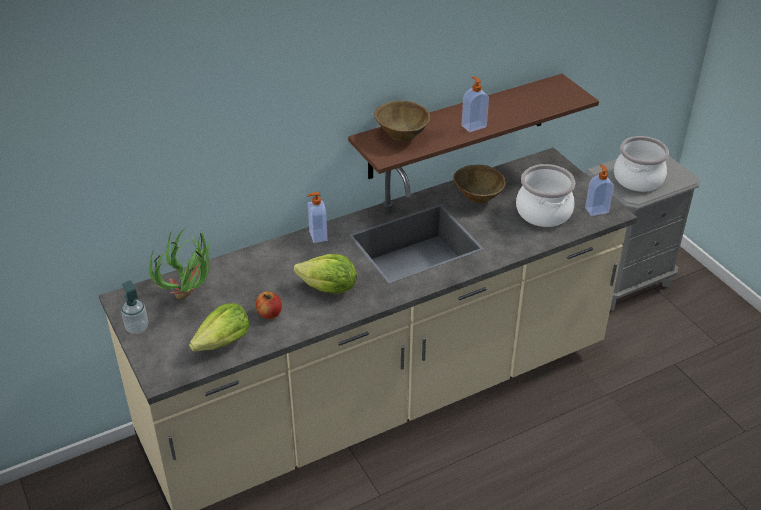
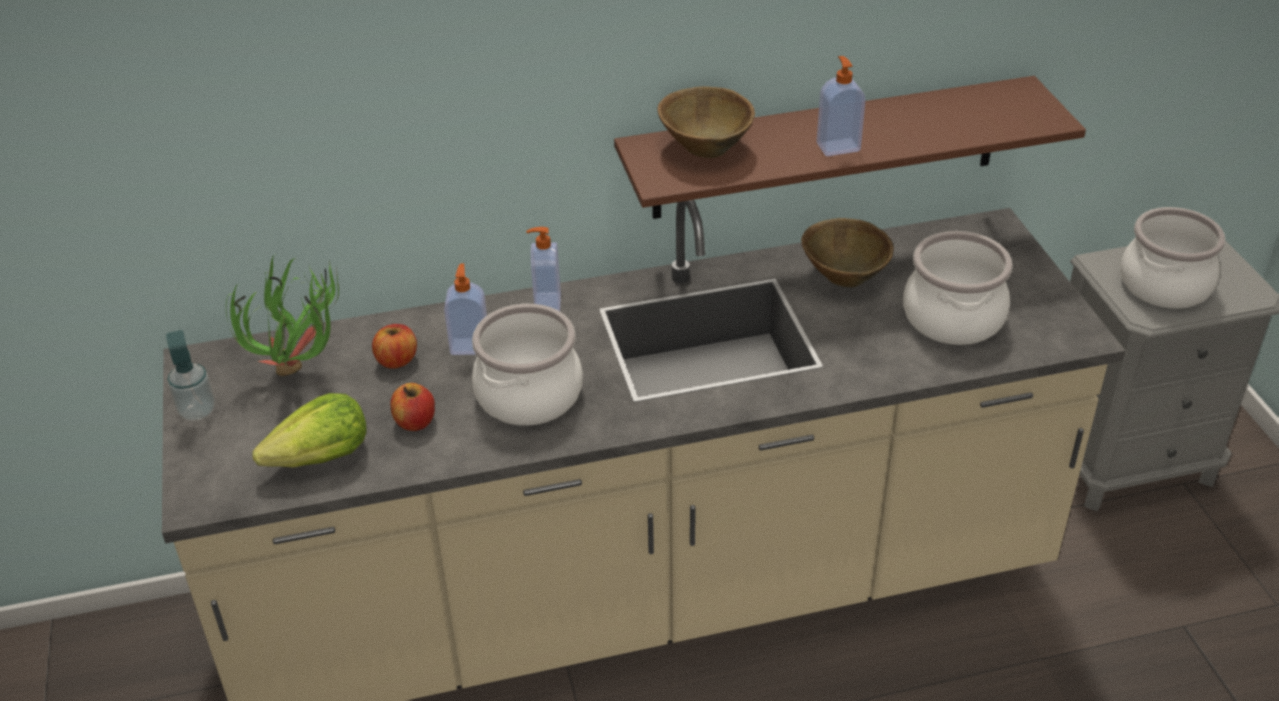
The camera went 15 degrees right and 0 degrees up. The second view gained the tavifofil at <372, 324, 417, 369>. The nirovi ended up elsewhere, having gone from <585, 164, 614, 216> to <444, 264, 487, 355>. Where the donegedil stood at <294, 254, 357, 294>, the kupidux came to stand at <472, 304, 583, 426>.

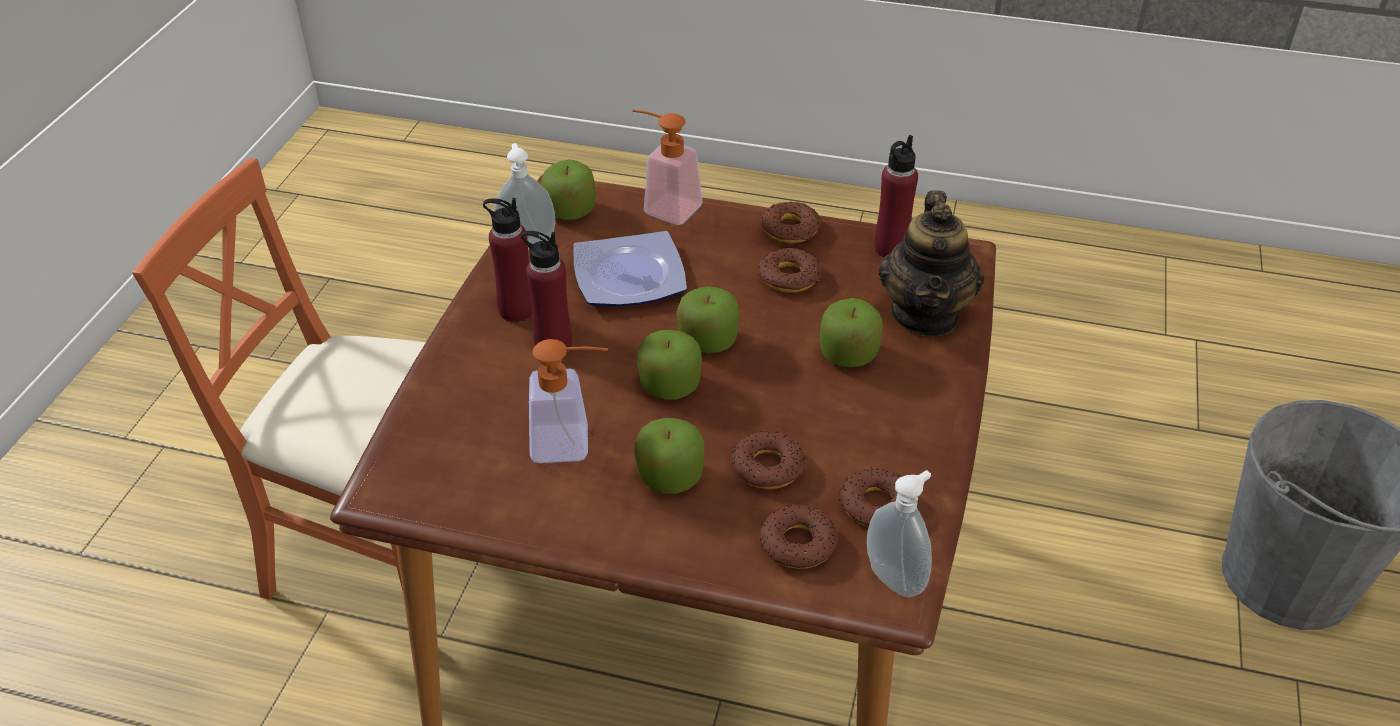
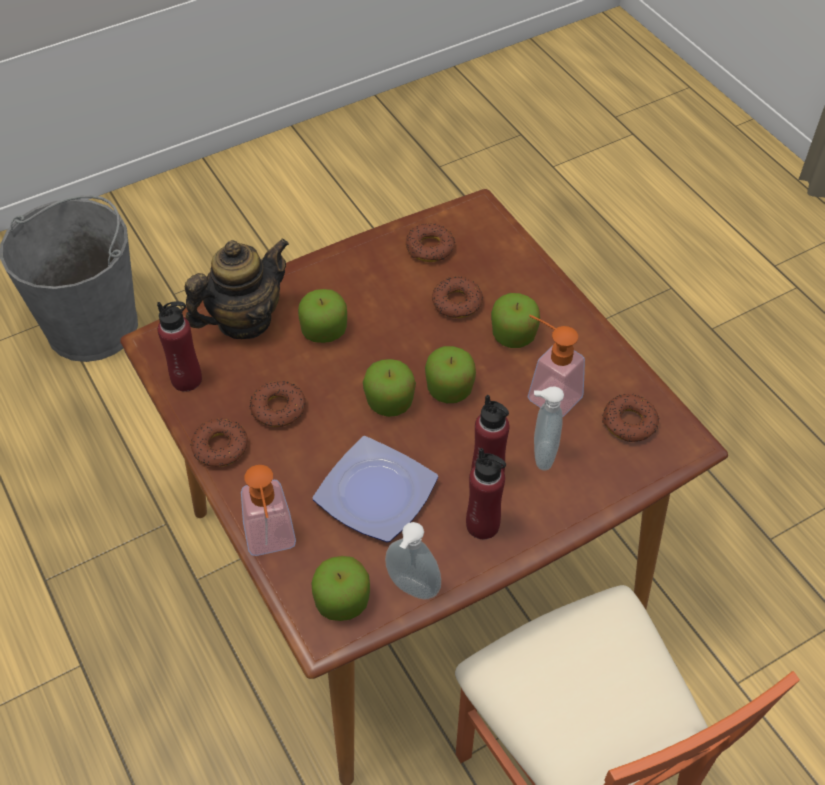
The camera went 135 degrees left and 10 degrees up. The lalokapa ended up elsewhere, having gone from <760, 505, 838, 569> to <602, 394, 659, 442>. The nirovi ended up elsewhere, having gone from <867, 470, 932, 597> to <534, 386, 564, 470>.

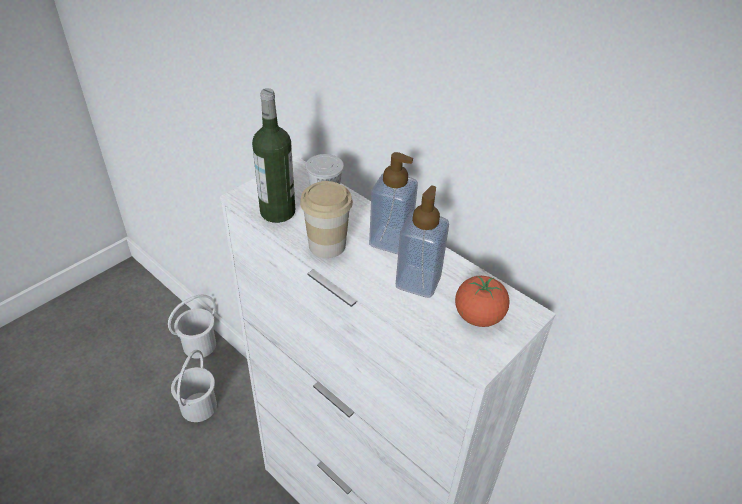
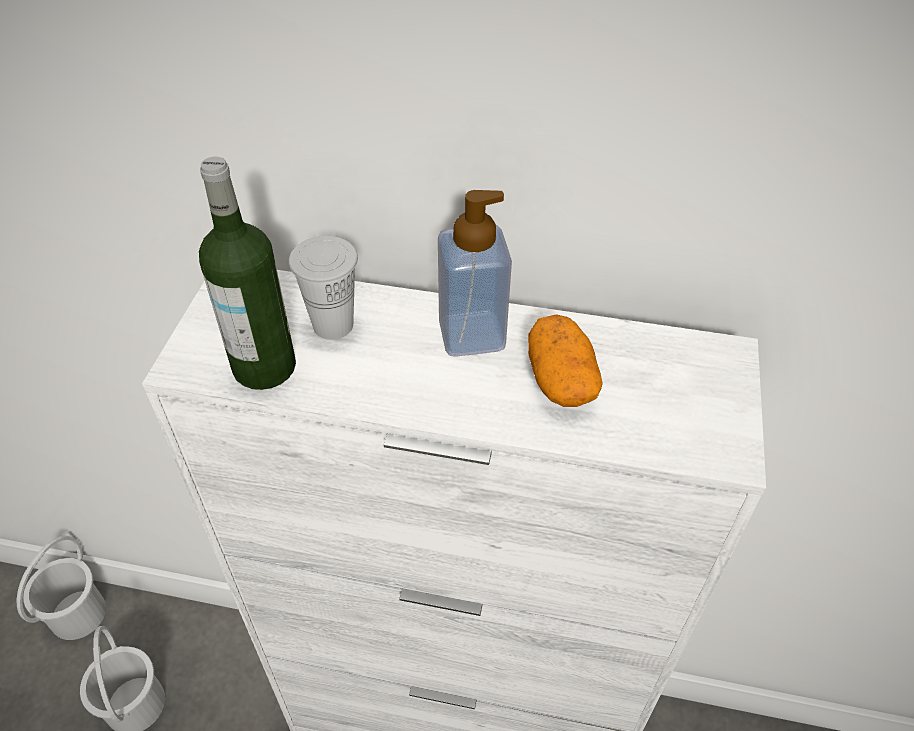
The camera went 30 degrees left and 5 degrees up. The second view lost the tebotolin at <300, 181, 353, 258>. The second view lost the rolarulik at <455, 276, 510, 327>. Where the nirovi stood at <396, 185, 449, 298>, the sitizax came to stand at <528, 314, 603, 407>.

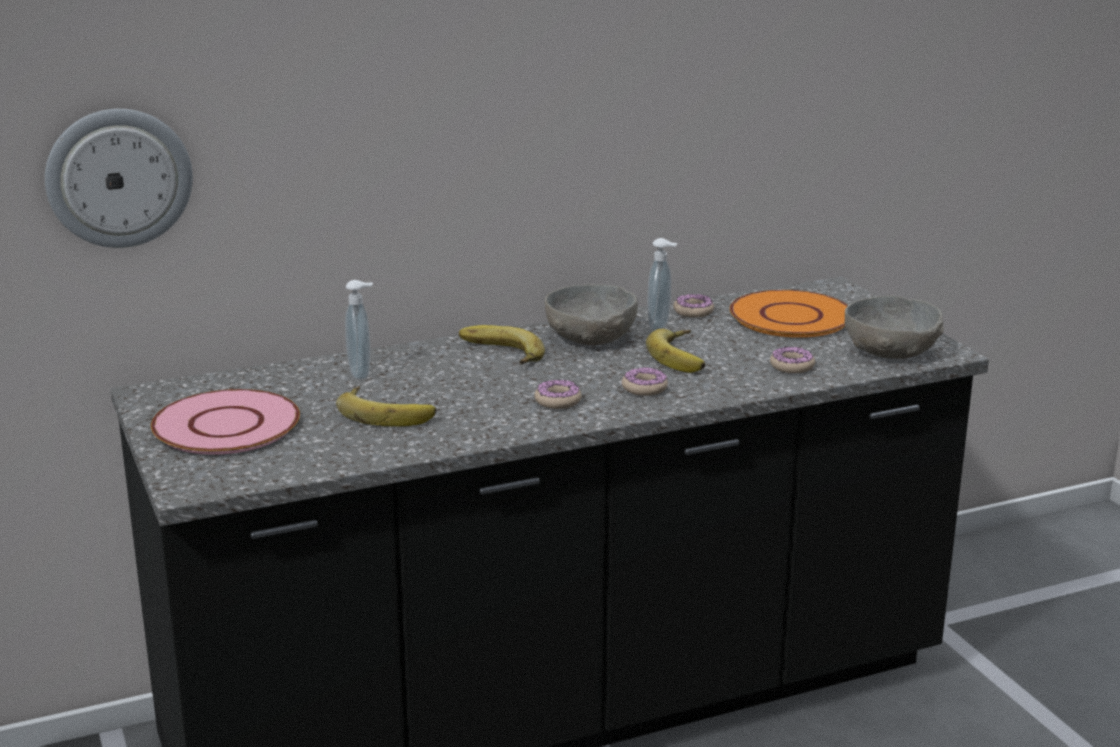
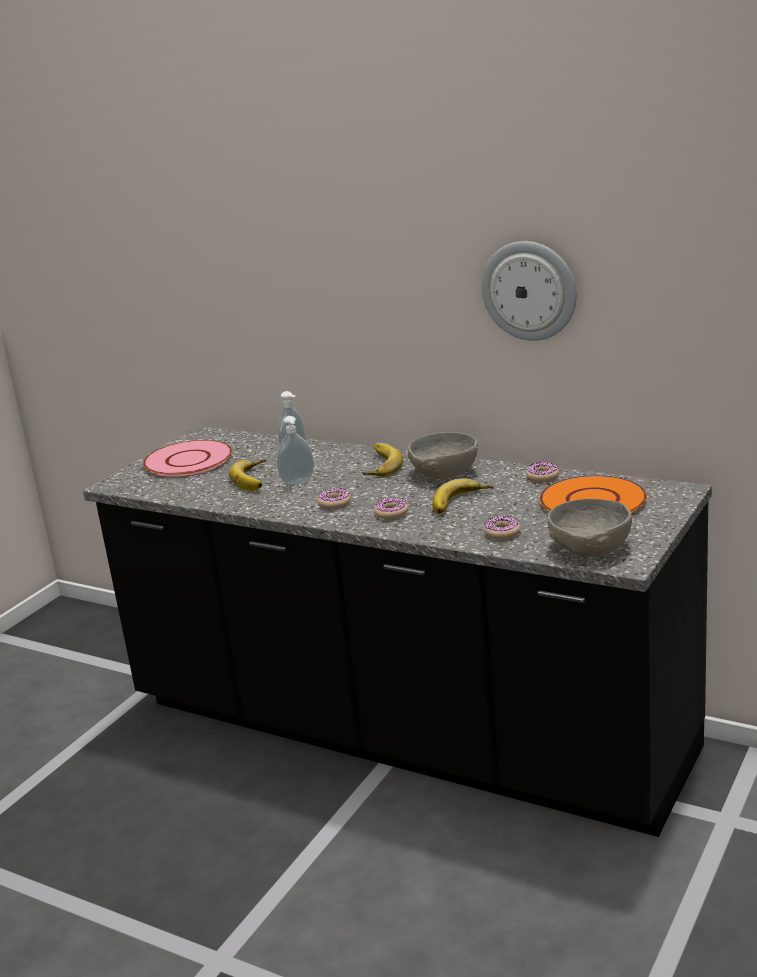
The camera went 55 degrees right and 0 degrees up. The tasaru ended up elsewhere, having gone from <45, 109, 193, 248> to <481, 241, 577, 341>. The nirovi ended up elsewhere, having gone from <647, 238, 678, 331> to <277, 416, 314, 485>.

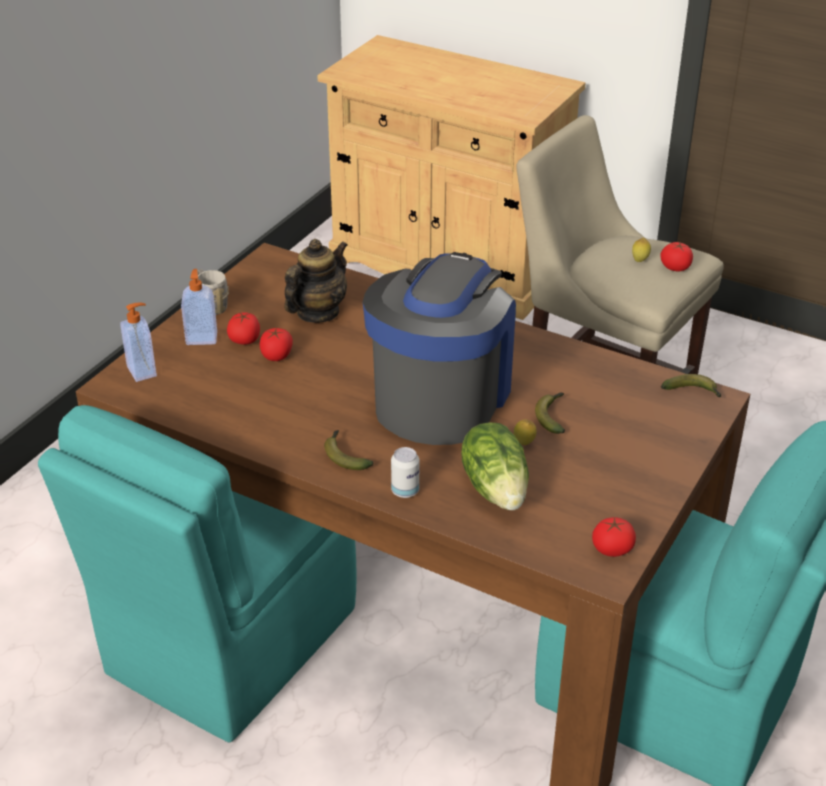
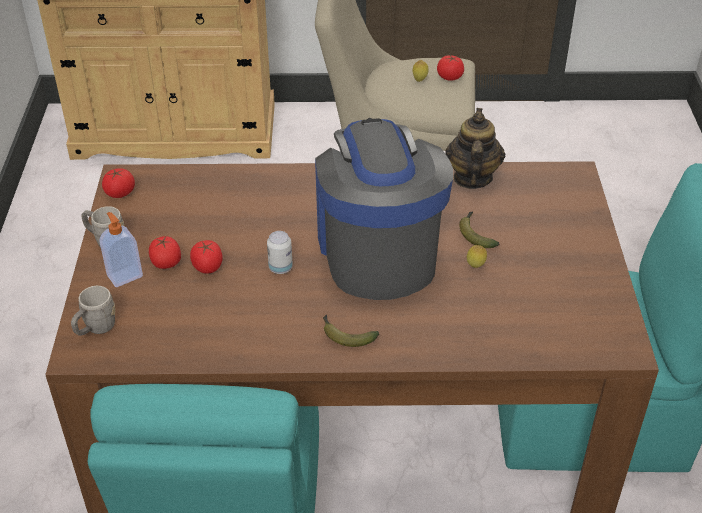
The camera went 30 degrees left and 5 degrees up. The second view lost the donegedil at <461, 422, 529, 510>. The second view lost the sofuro at <661, 374, 722, 398>. The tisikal ended up elsewhere, having gone from <284, 239, 348, 323> to <445, 108, 505, 189>. The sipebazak ended up elsewhere, having gone from <391, 447, 419, 498> to <267, 231, 293, 274>. The rolarulik ended up elsewhere, having gone from <592, 517, 636, 557> to <102, 168, 135, 198>. Where the nirovi stood at <120, 302, 157, 382>, the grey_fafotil came to stand at <71, 286, 115, 336>.

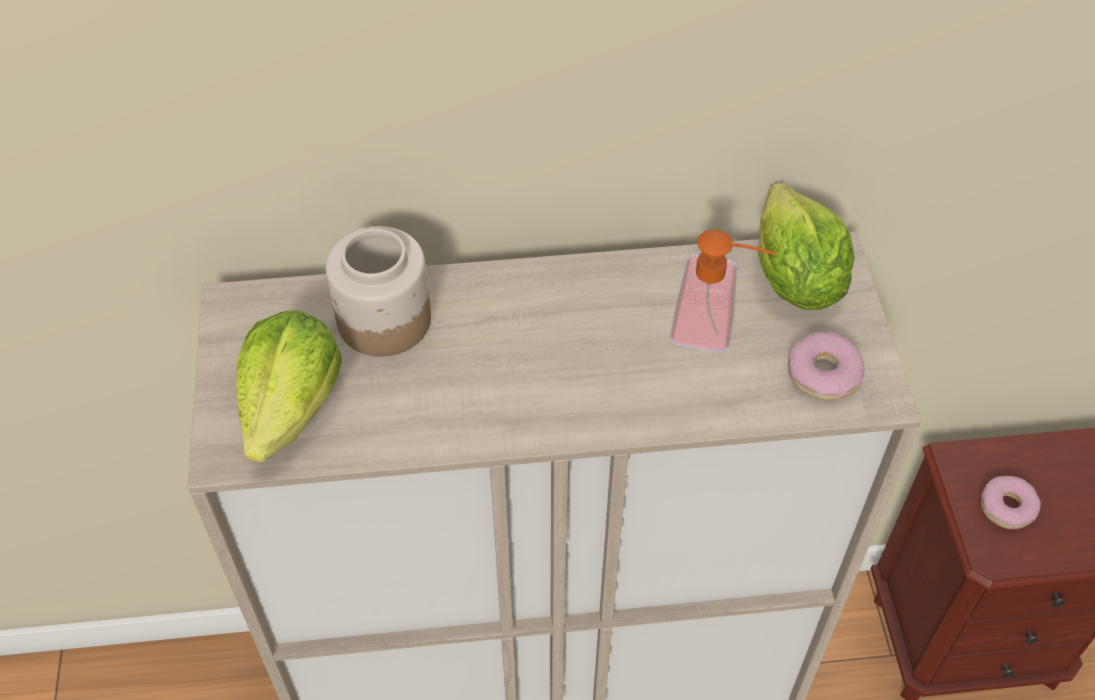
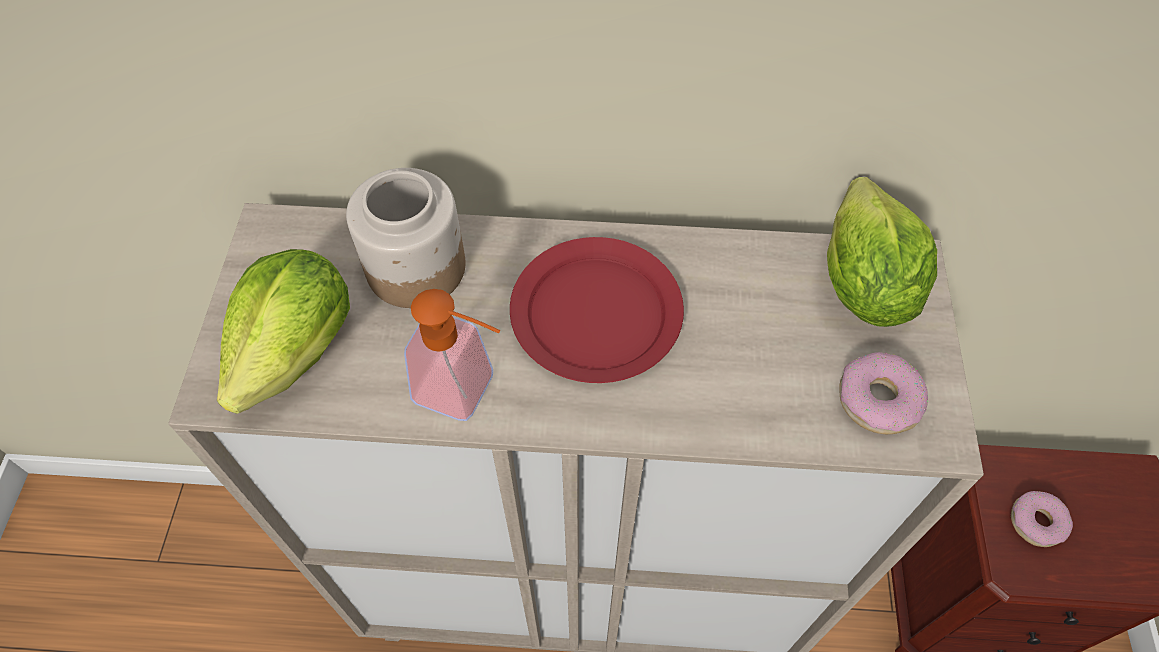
The camera went 10 degrees right and 5 degrees up. The second view gained the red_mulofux at <510, 237, 684, 383>. The nirovi ended up elsewhere, having gone from <670, 229, 775, 352> to <404, 289, 500, 421>.

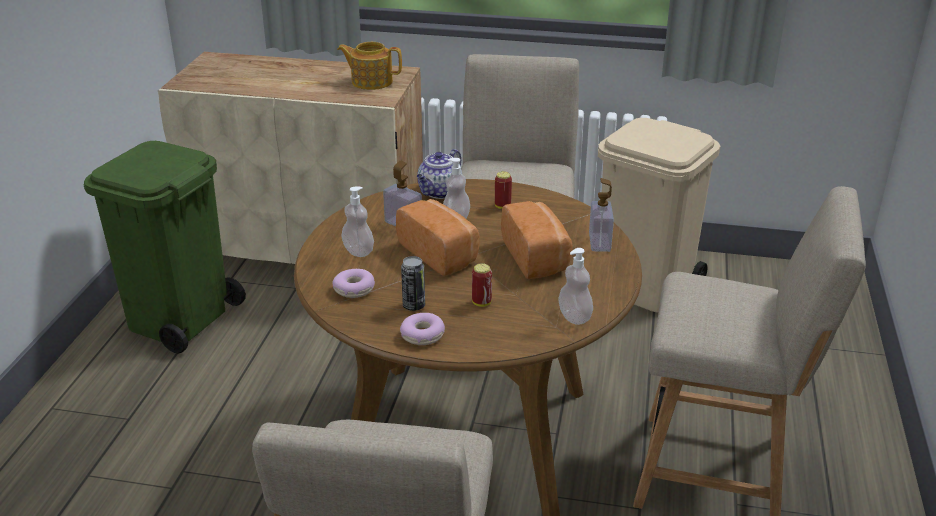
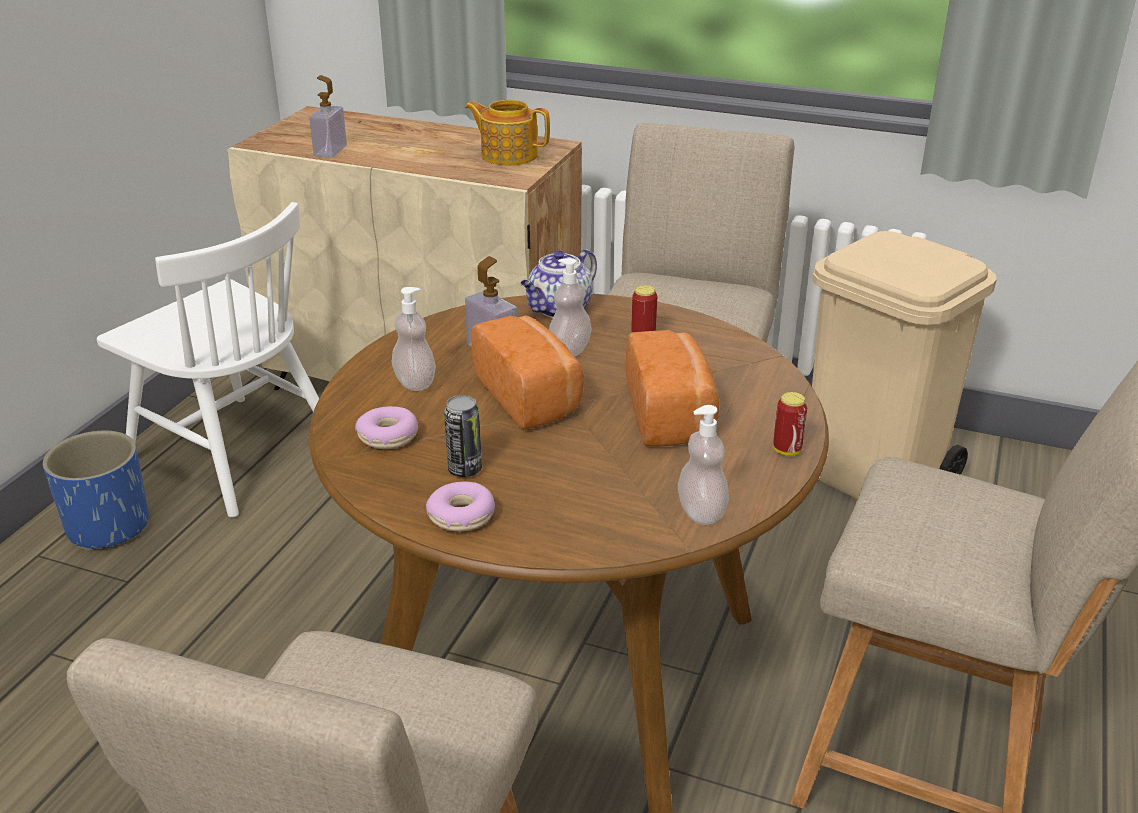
The camera went 10 degrees right and 0 degrees up. The second view gained the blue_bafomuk at <43, 430, 149, 551>. The sipebazak ended up elsewhere, having gone from <472, 263, 492, 307> to <773, 392, 808, 456>. The nirovi ended up elsewhere, having gone from <589, 178, 614, 252> to <309, 75, 347, 158>. Where the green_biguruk stood at <84, 141, 246, 354>, the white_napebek came to stand at <97, 202, 319, 518>.

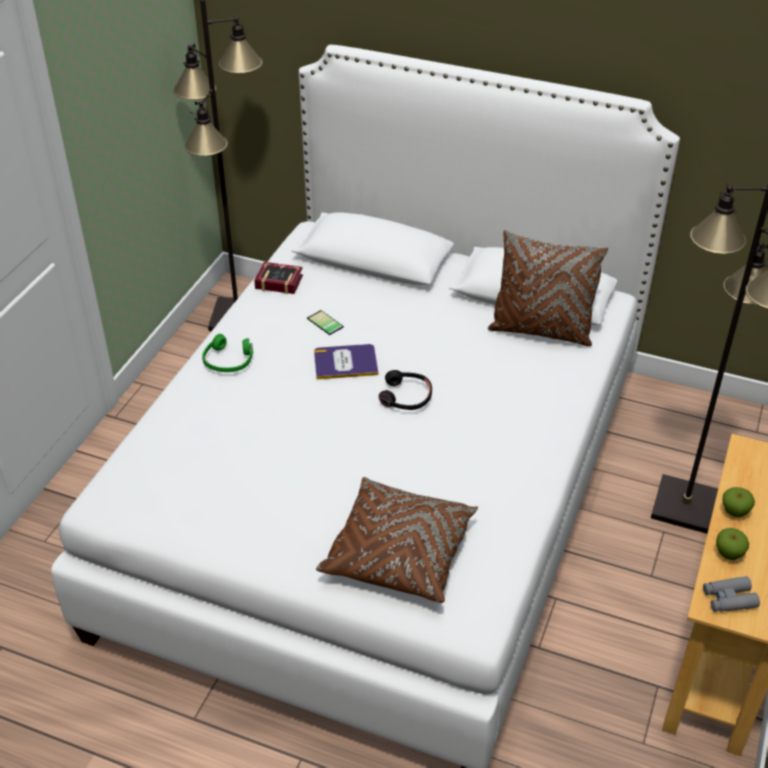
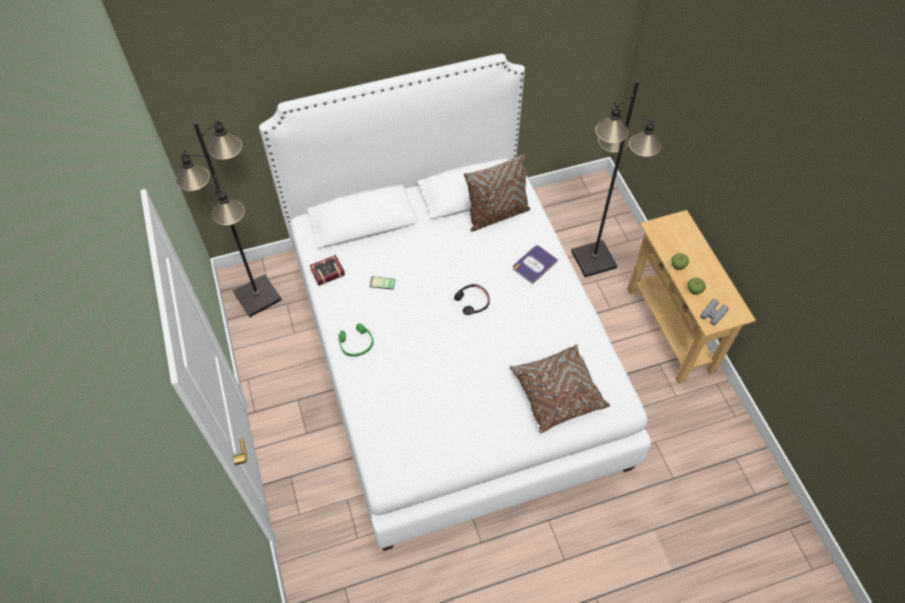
The camera went 40 degrees left and 15 degrees up. The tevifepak ended up elsewhere, having gone from <314, 344, 379, 380> to <513, 245, 558, 284>.

